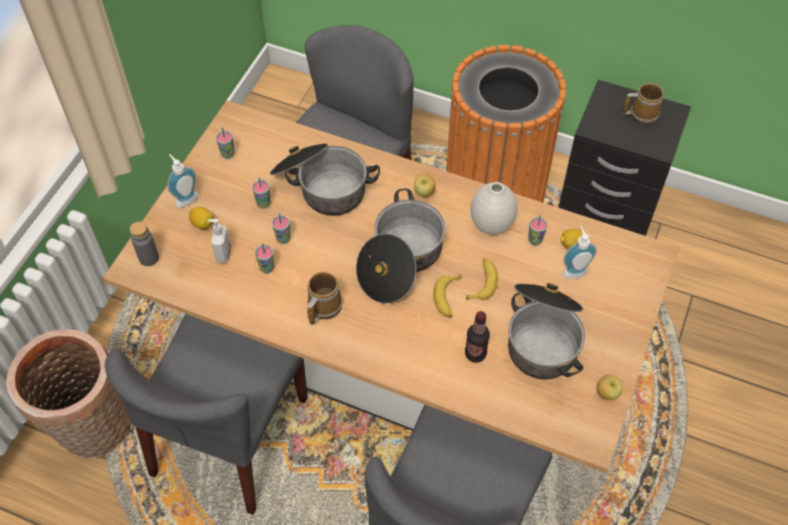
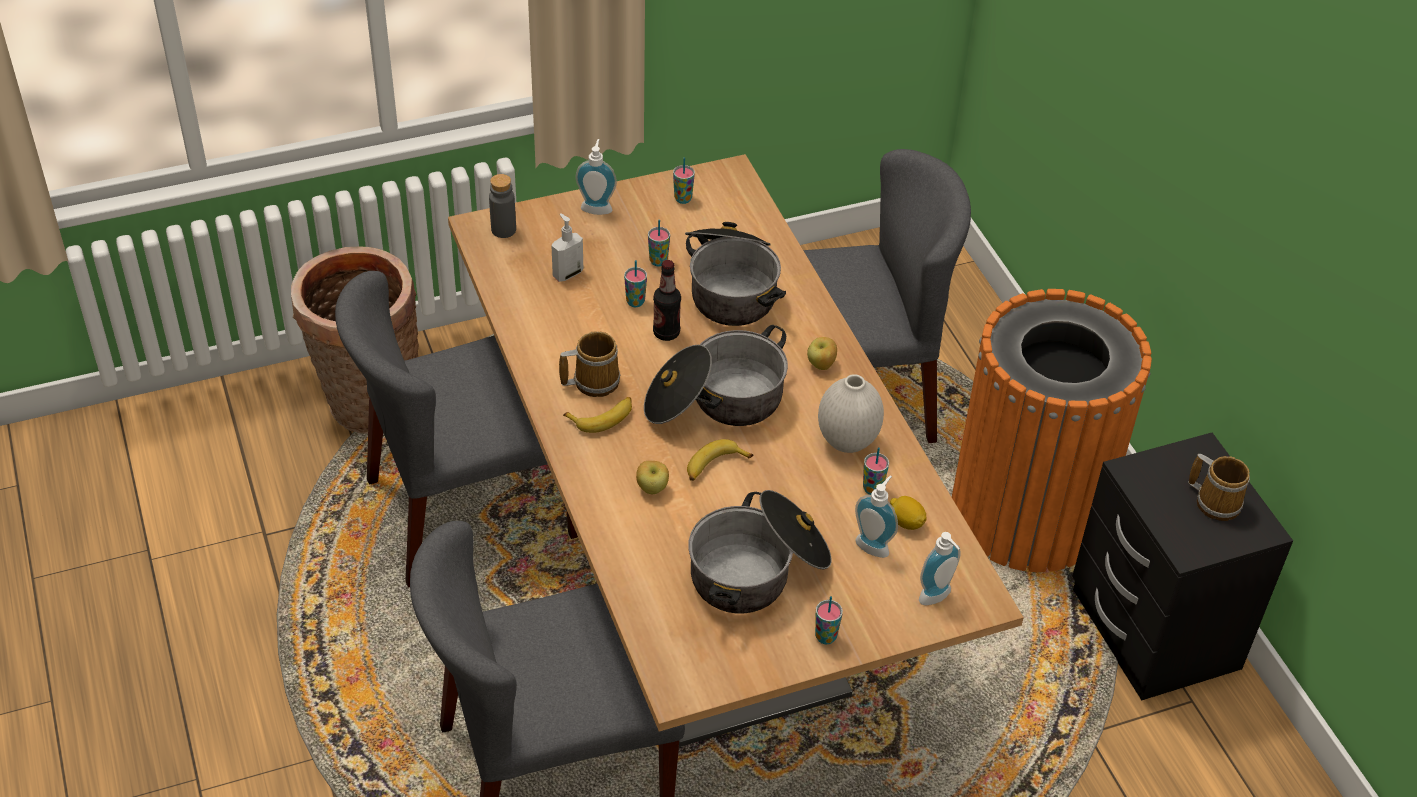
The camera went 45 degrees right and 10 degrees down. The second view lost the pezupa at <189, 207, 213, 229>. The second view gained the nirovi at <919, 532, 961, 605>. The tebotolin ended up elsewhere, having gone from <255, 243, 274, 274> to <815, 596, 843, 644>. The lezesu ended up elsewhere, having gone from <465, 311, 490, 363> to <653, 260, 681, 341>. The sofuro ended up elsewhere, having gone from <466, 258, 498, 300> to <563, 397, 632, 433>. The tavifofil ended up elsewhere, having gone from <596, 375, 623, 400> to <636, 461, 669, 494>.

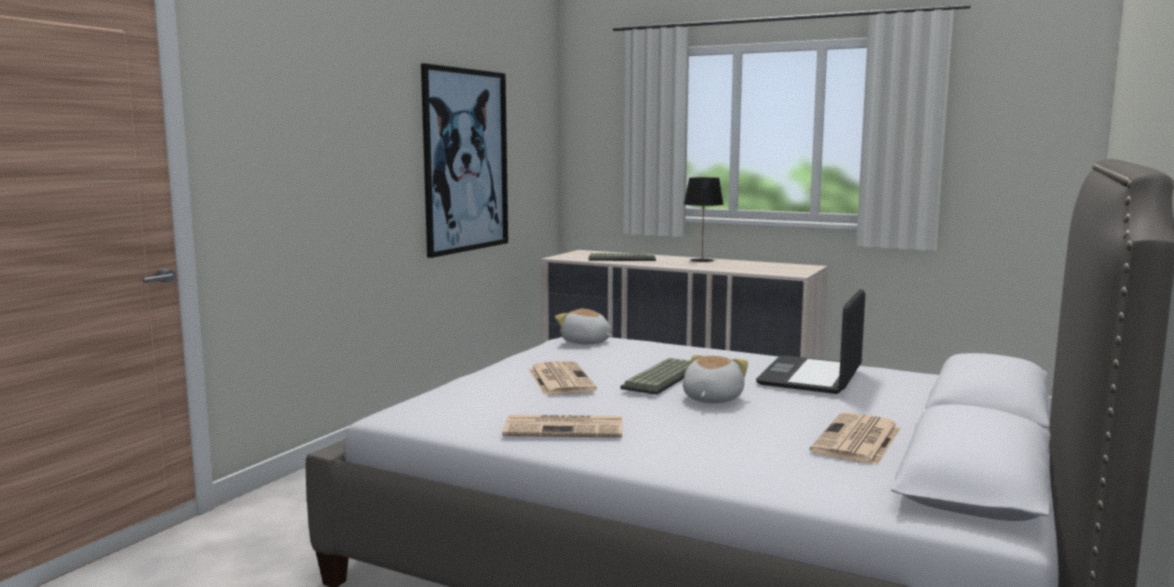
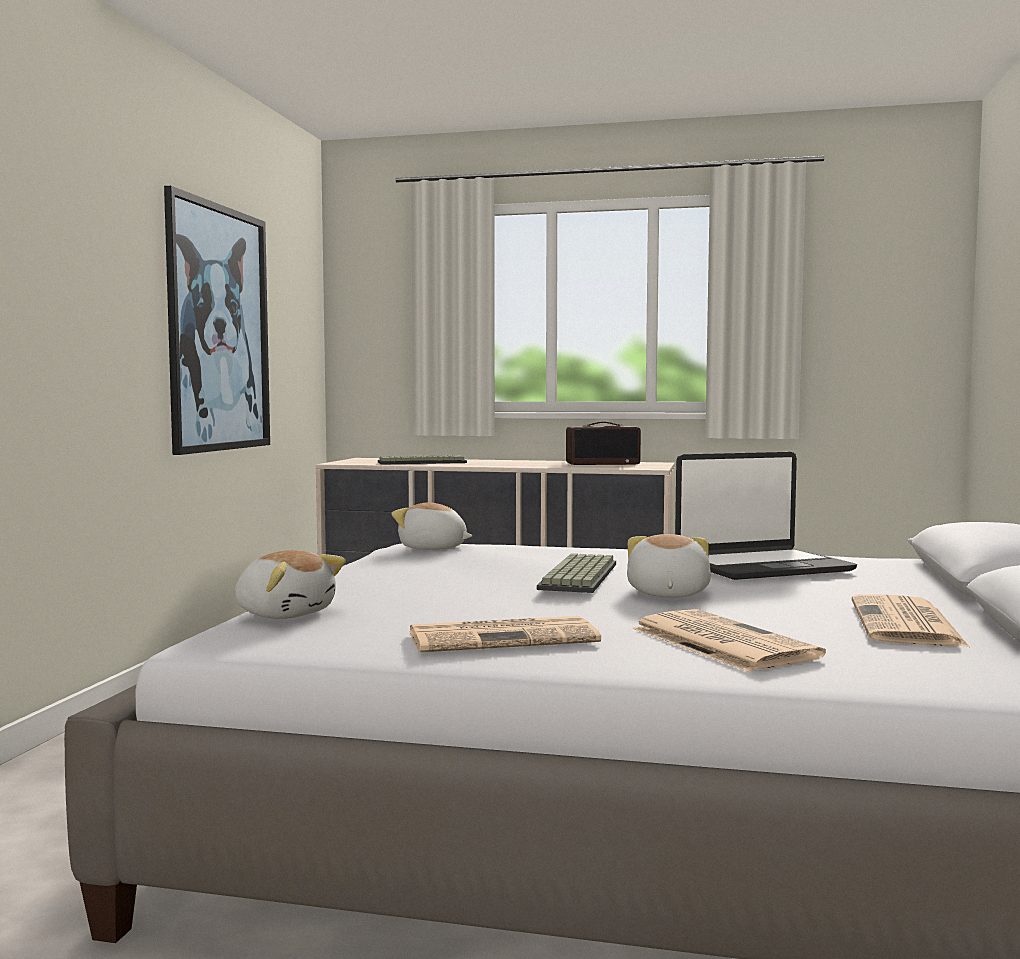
The camera went 15 degrees left and 5 degrees down. The second view lost the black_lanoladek at <684, 177, 724, 262>. The second view gained the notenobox at <235, 550, 346, 619>. The second view gained the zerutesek at <566, 422, 641, 465>. The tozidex ended up elsewhere, having gone from <529, 361, 597, 396> to <632, 609, 826, 672>. The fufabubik at <756, 289, 865, 394> ended up facing another way, 120 degrees counterclockwise from before.

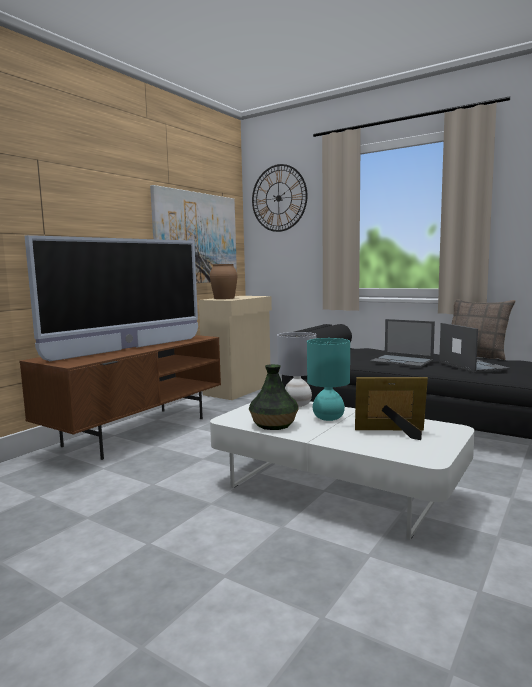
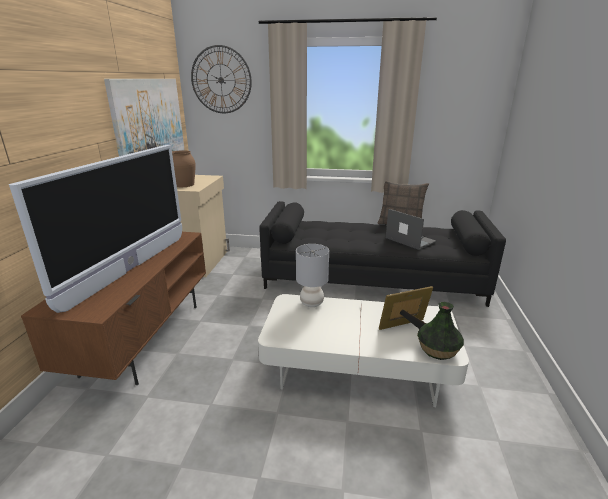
The camera went 25 degrees left and 15 degrees up. The second view lost the turquoise_lanoladek at <307, 338, 350, 421>. The second view lost the fufabubik at <370, 319, 435, 368>. The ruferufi ended up elsewhere, having gone from <249, 364, 299, 430> to <417, 302, 464, 360>.

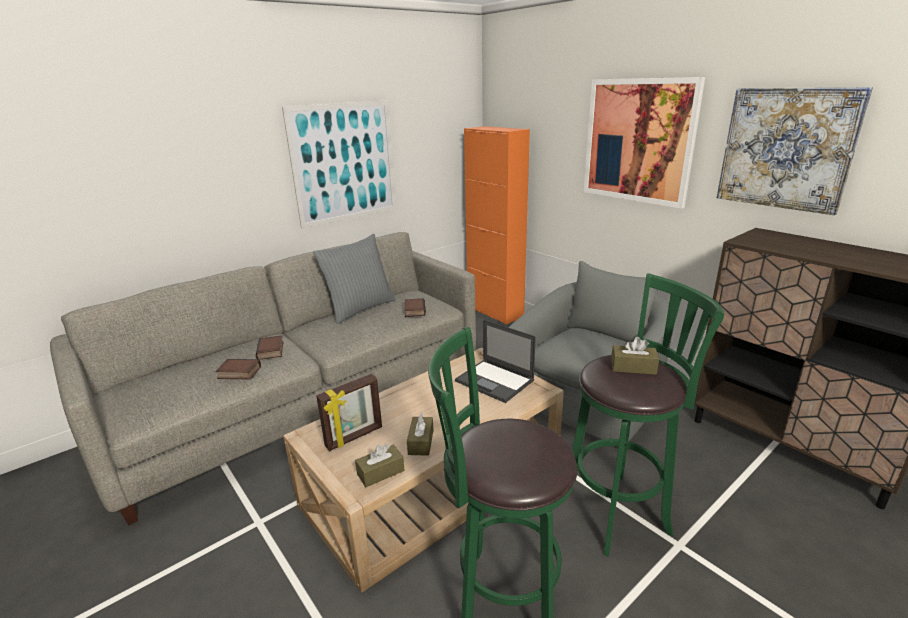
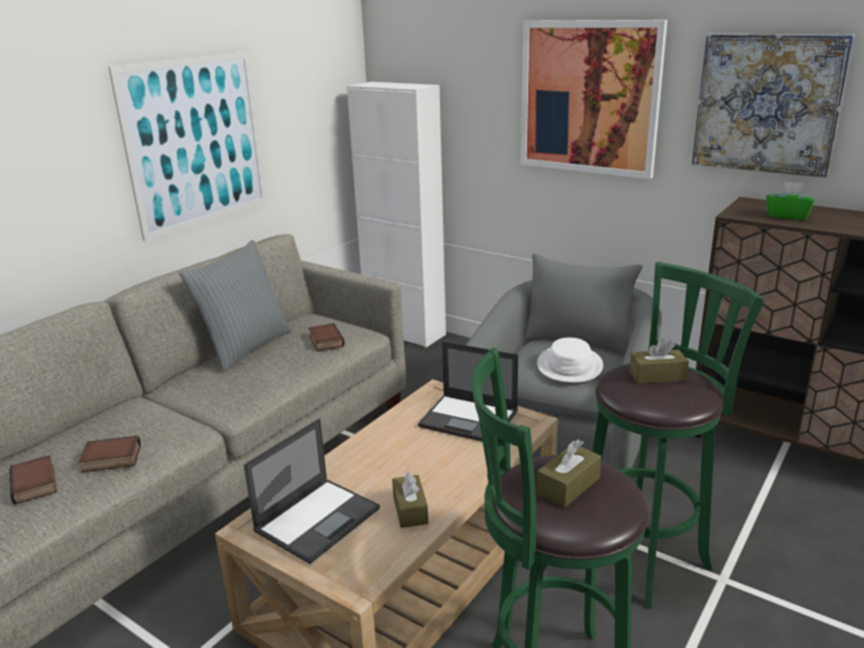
The camera went 15 degrees left and 0 degrees up. The second view gained the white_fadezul at <537, 338, 603, 383>. The second view gained the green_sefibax at <766, 181, 815, 220>. The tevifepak ended up elsewhere, having gone from <256, 335, 283, 360> to <9, 455, 57, 504>. The brown_sefibax ended up elsewhere, having gone from <355, 444, 404, 487> to <537, 439, 601, 508>. Where the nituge stood at <316, 374, 382, 451>, the fufabubik came to stand at <243, 418, 380, 564>. What was the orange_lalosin at <464, 126, 530, 324> turned into the white_lalosin at <347, 82, 446, 348>.

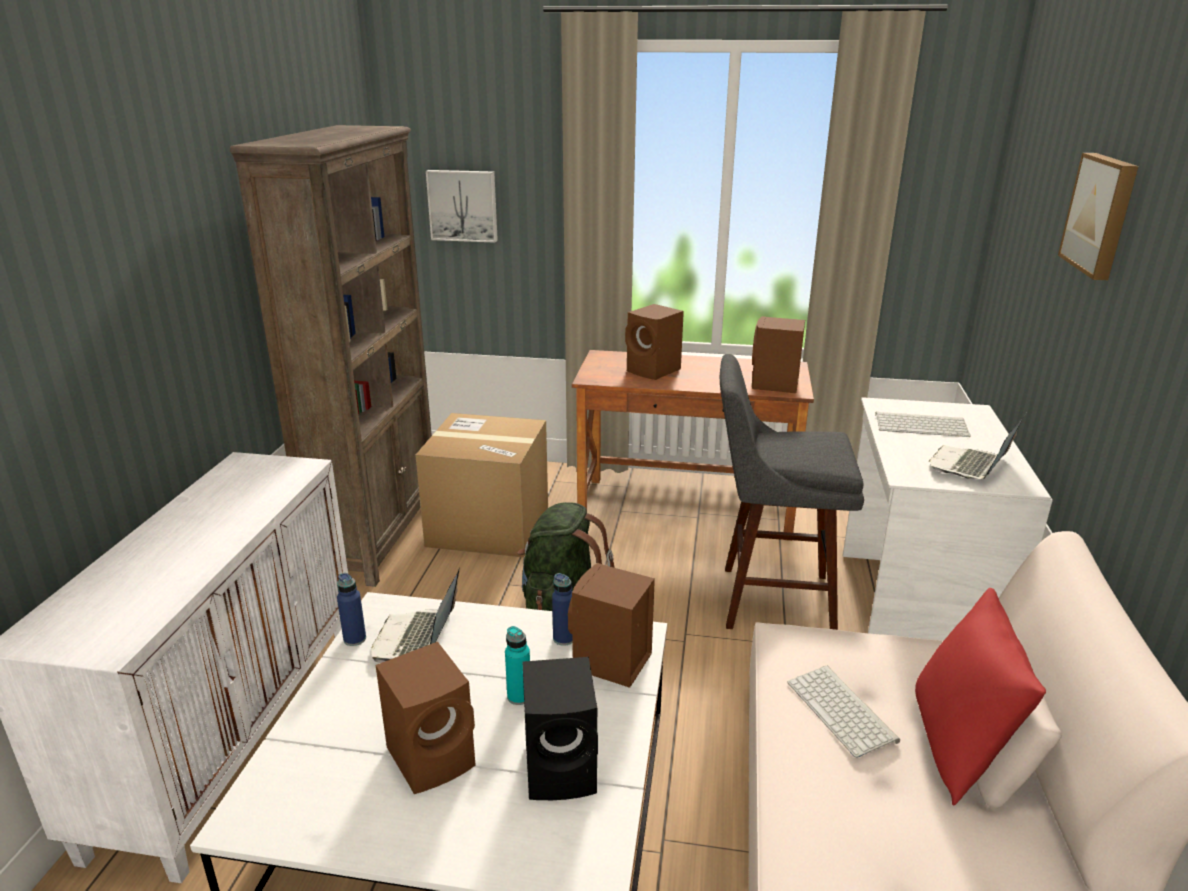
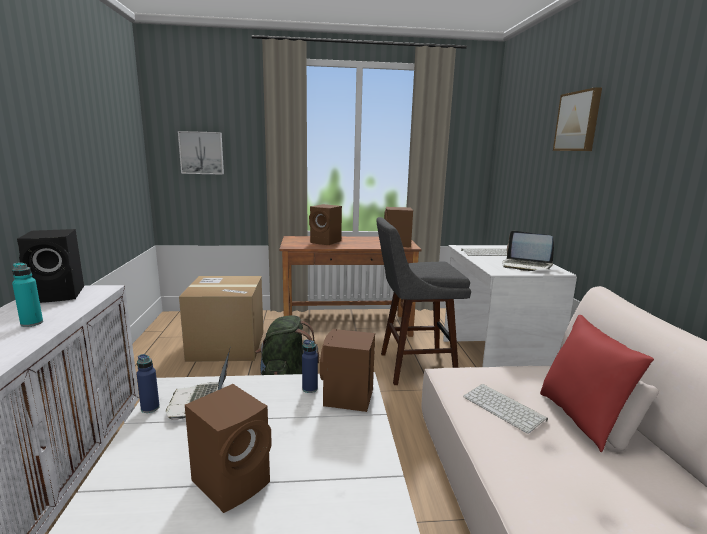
The camera went 15 degrees left and 10 degrees down. The second view lost the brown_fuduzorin at <230, 125, 432, 587>. The turquoise_lezesu ended up elsewhere, having gone from <505, 626, 530, 705> to <12, 262, 43, 327>. The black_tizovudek ended up elsewhere, having gone from <522, 657, 598, 800> to <17, 229, 84, 303>. The fufabubik at <929, 414, 1026, 479> ended up facing another way, 75 degrees counterclockwise from before.

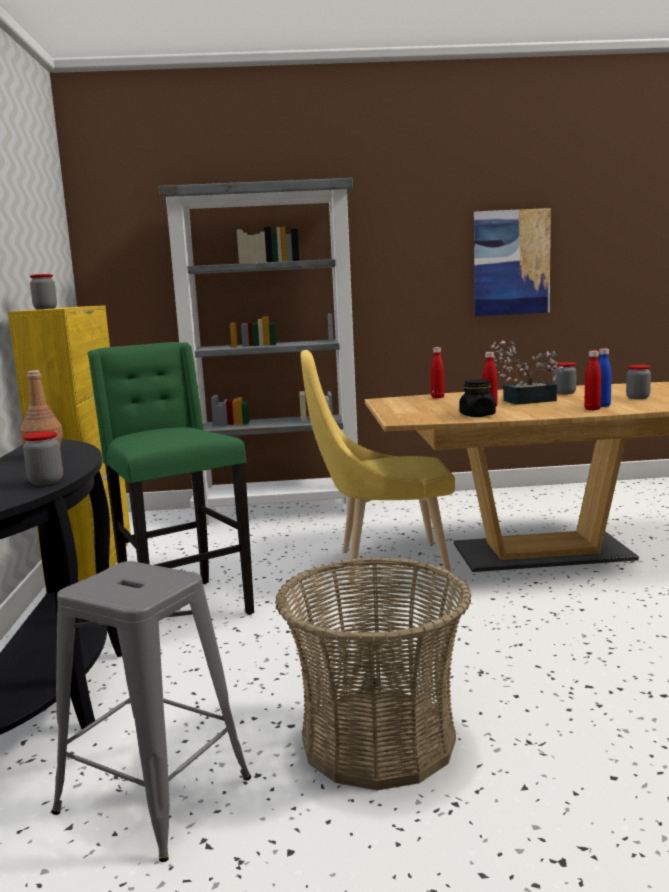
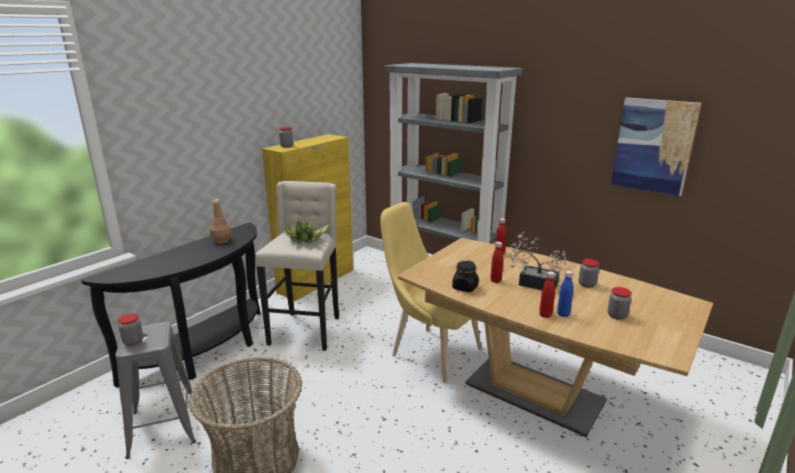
The camera went 40 degrees right and 10 degrees up. The second view gained the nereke at <283, 219, 329, 243>. The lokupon ended up elsewhere, having gone from <23, 431, 63, 485> to <118, 313, 143, 346>. What was the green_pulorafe at <87, 342, 254, 615> turned into the beige_pulorafe at <255, 181, 339, 351>.

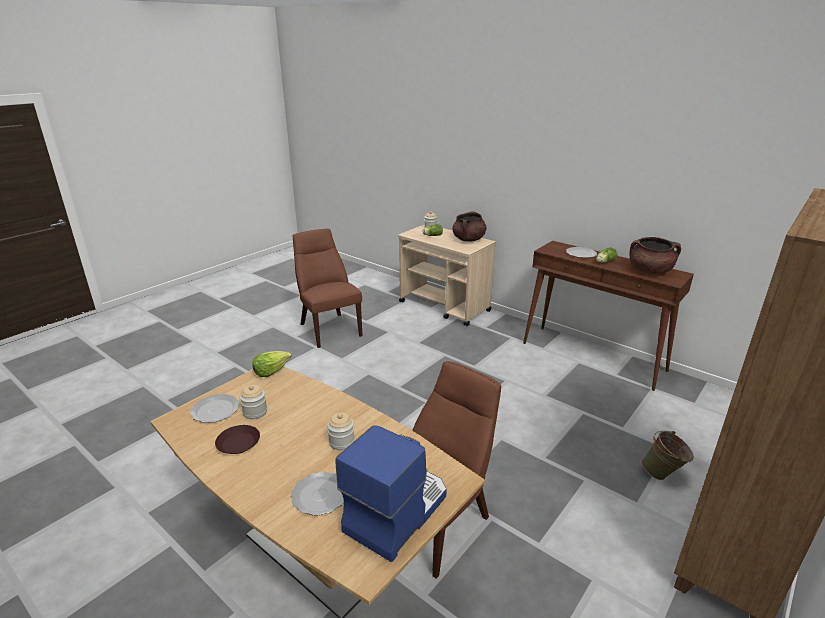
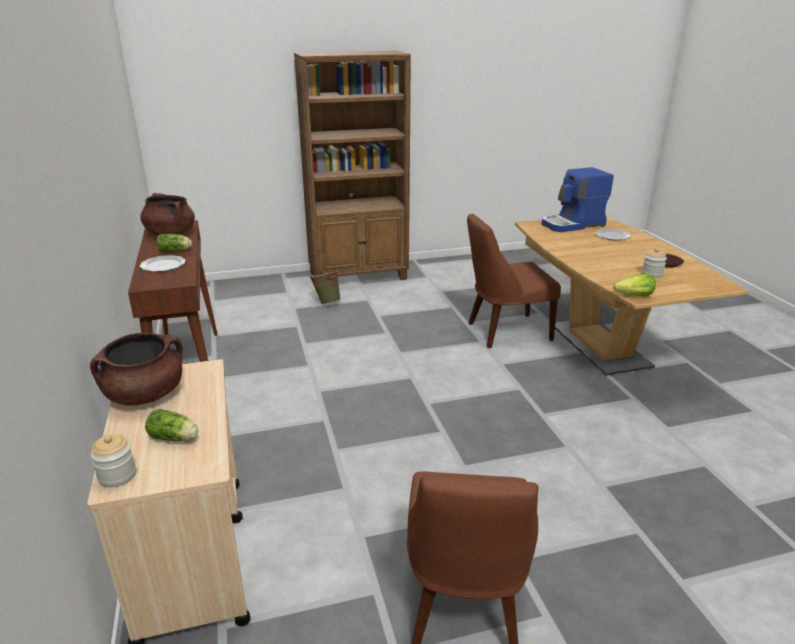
The camera went 145 degrees left and 0 degrees up. The second view lost the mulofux at <190, 394, 240, 423>. The second view lost the lokupon at <327, 413, 355, 450>.

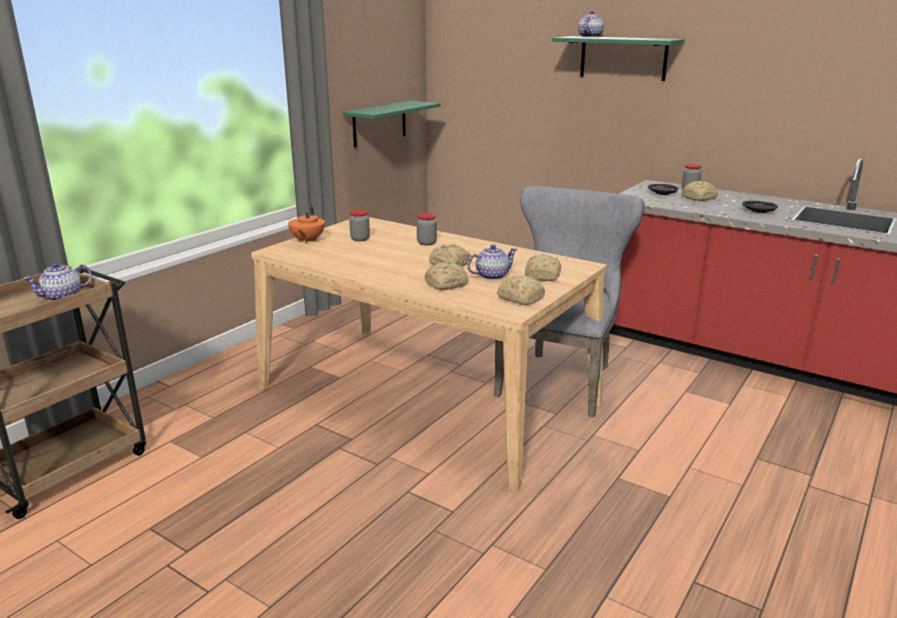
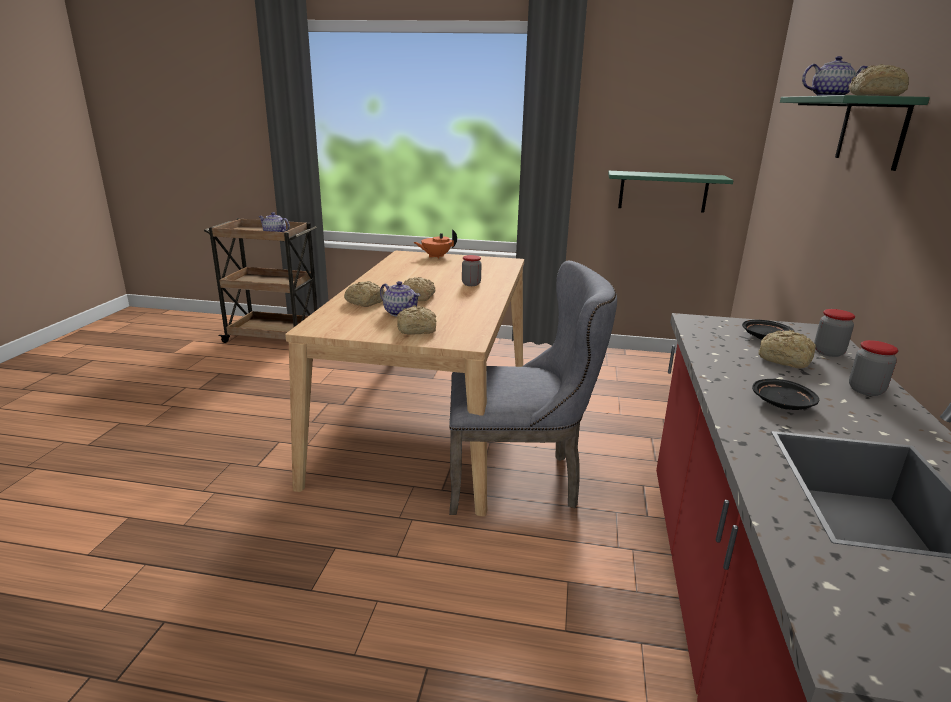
The camera went 65 degrees right and 0 degrees up. The lokupon ended up elsewhere, having gone from <349, 210, 370, 241> to <849, 340, 898, 396>. The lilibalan ended up elsewhere, having gone from <497, 275, 545, 305> to <849, 64, 909, 96>.

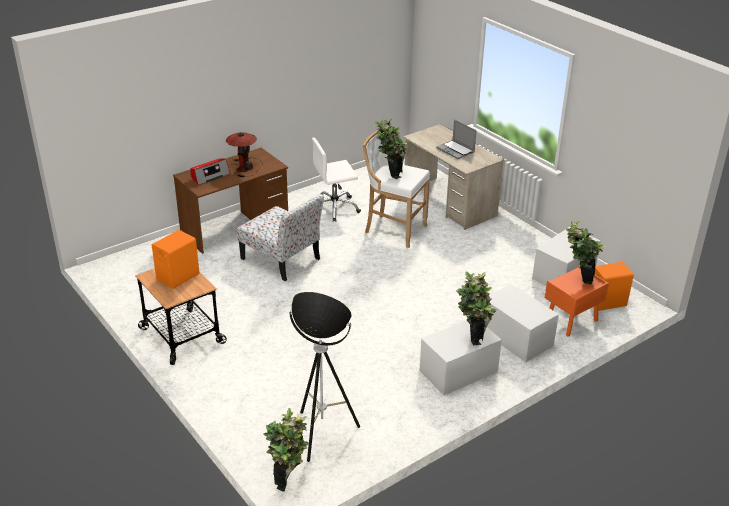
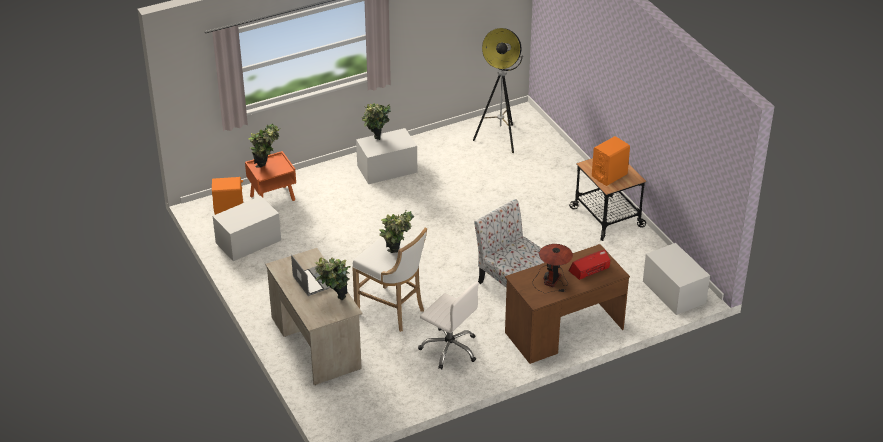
The camera went 170 degrees left and 5 degrees up. The nereke ended up elsewhere, having gone from <263, 408, 308, 492> to <314, 257, 351, 300>. The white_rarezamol ended up elsewhere, having gone from <487, 284, 559, 362> to <643, 243, 710, 315>. The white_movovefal at <312, 137, 361, 222> ended up facing another way, 45 degrees clockwise from before.

